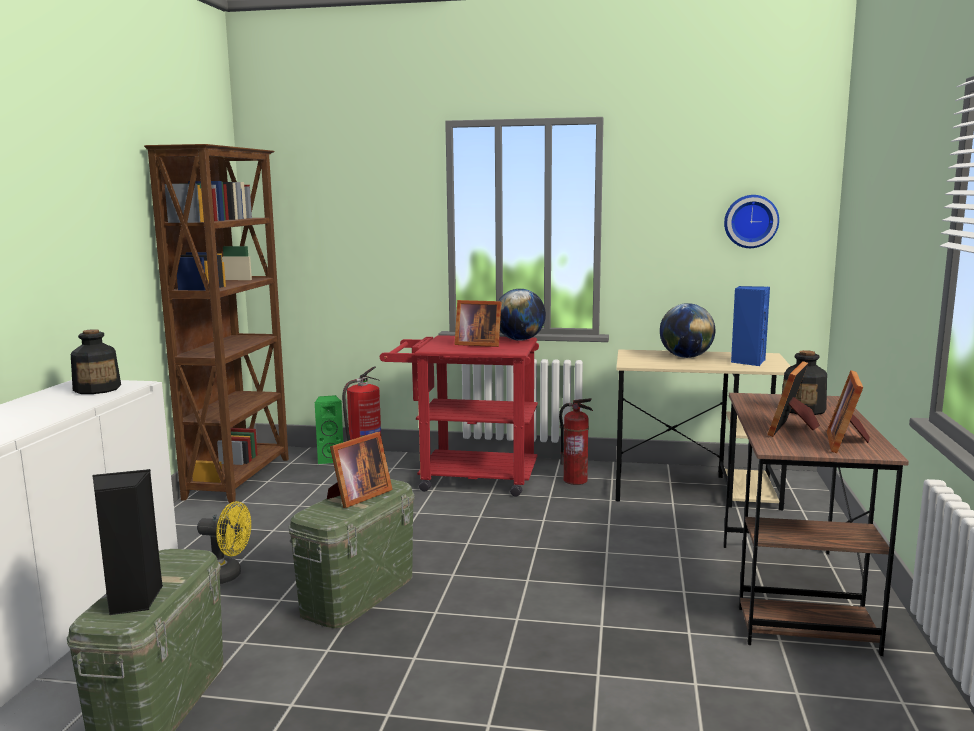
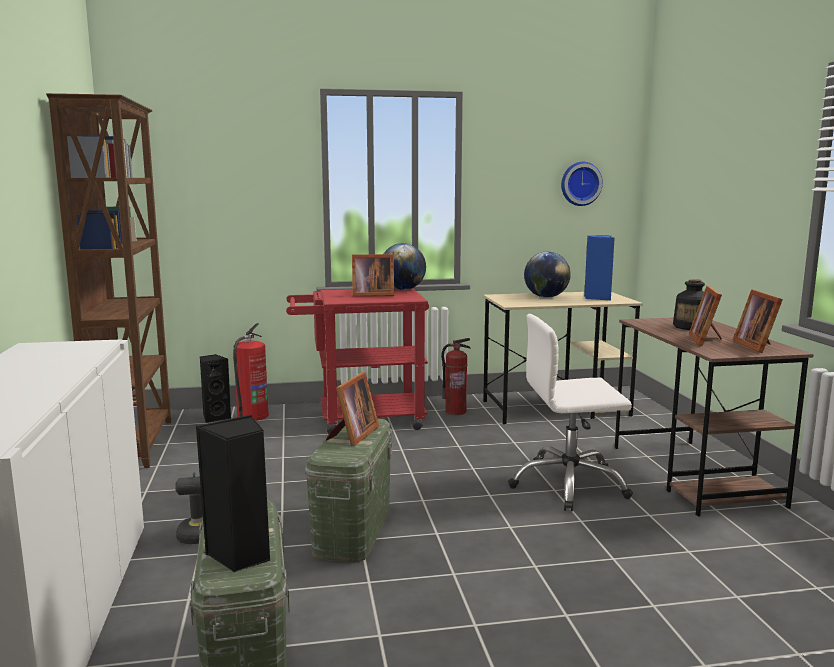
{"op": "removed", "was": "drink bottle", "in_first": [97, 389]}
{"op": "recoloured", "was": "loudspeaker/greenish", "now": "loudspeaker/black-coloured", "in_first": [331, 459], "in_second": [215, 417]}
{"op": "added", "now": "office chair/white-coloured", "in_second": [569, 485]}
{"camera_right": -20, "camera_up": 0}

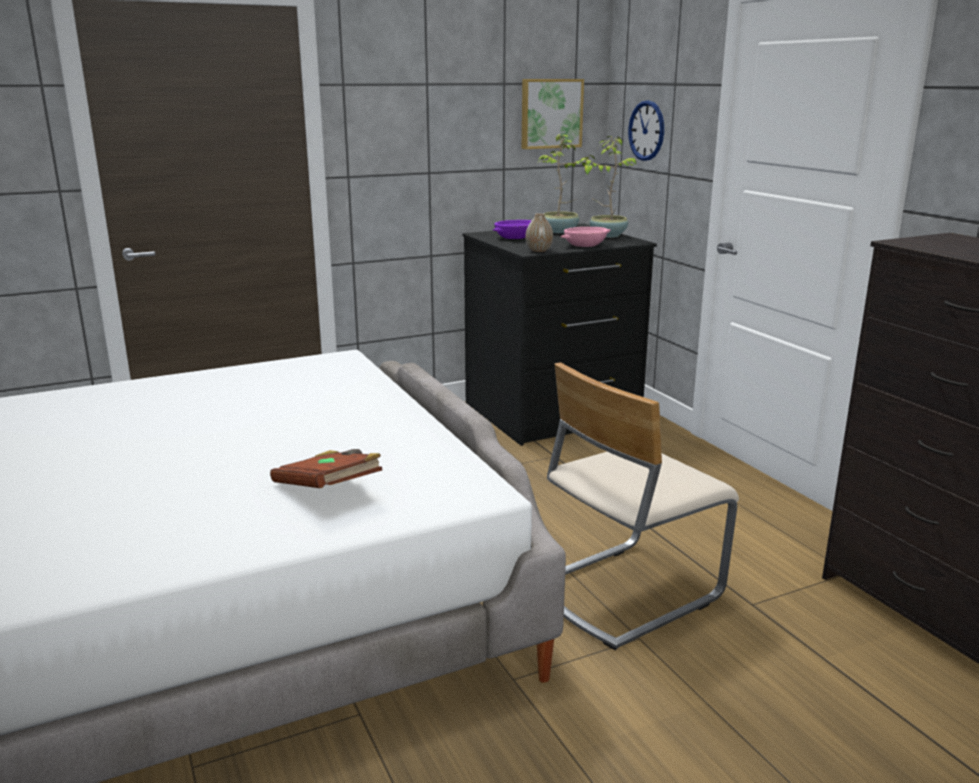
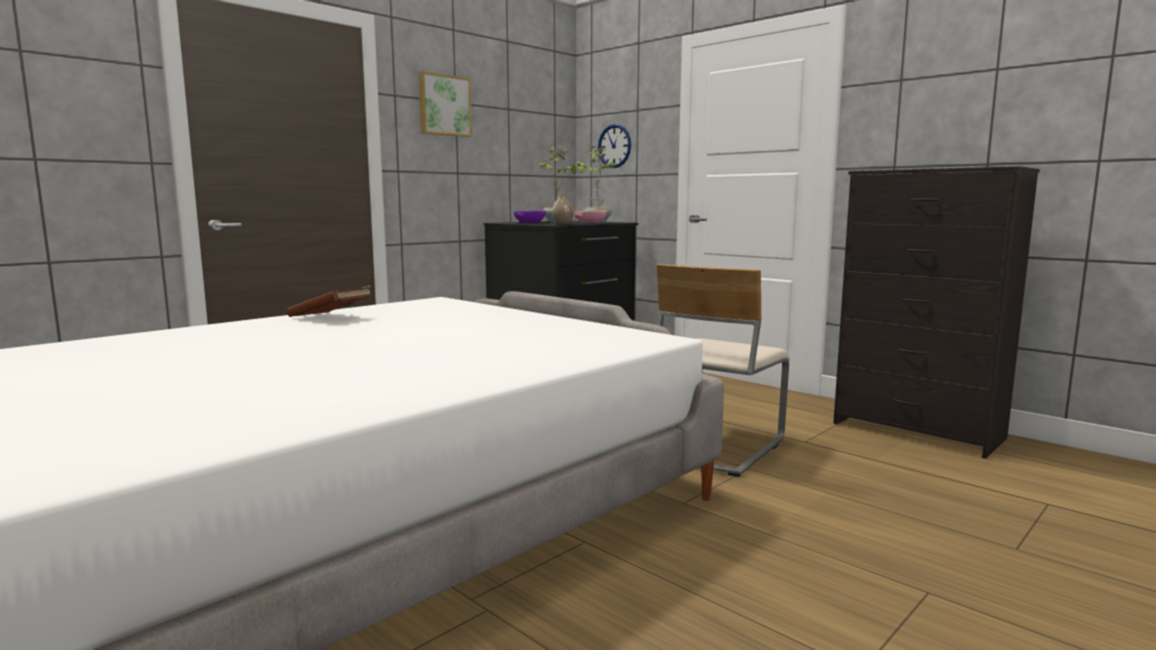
{"op": "moved", "was": "picture", "in_first": [550, 113], "in_second": [444, 105]}
{"op": "moved", "was": "volume/brown-coloured", "in_first": [328, 490], "in_second": [332, 317]}
{"camera_right": -20, "camera_up": -10}

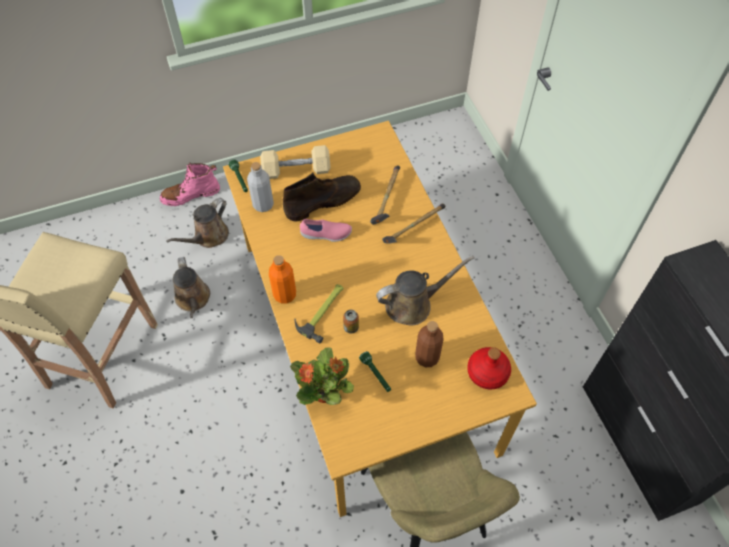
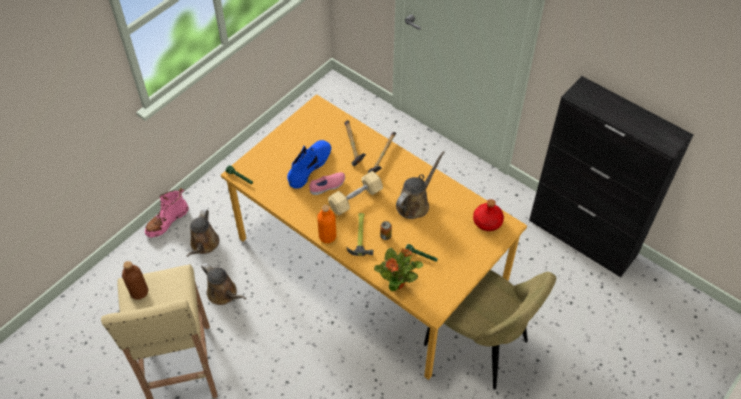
{"op": "moved", "was": "dumbbell/beige", "in_first": [296, 170], "in_second": [355, 199]}
{"op": "removed", "was": "drink bottle/greyish", "in_first": [263, 204]}
{"op": "recoloured", "was": "tall boot/brown-coloured", "now": "tall boot/blue-coloured", "in_first": [323, 201], "in_second": [310, 166]}
{"op": "moved", "was": "drink bottle/brown-coloured", "in_first": [427, 357], "in_second": [139, 292]}
{"camera_right": -30, "camera_up": -5}

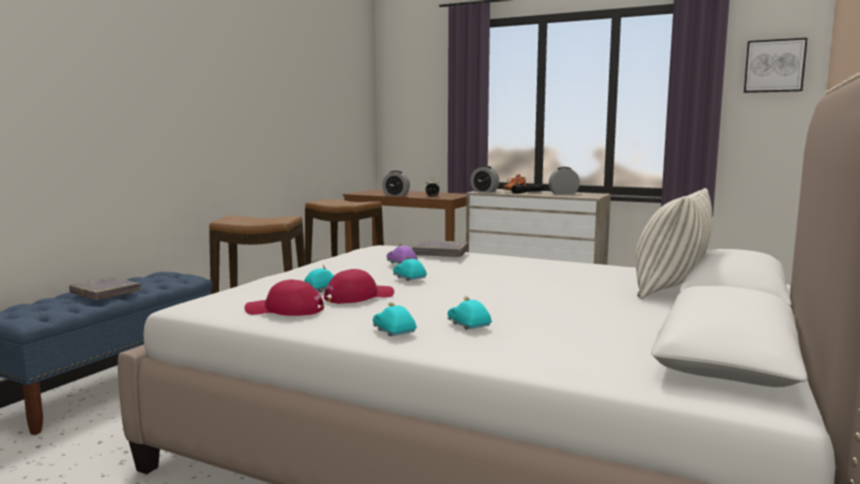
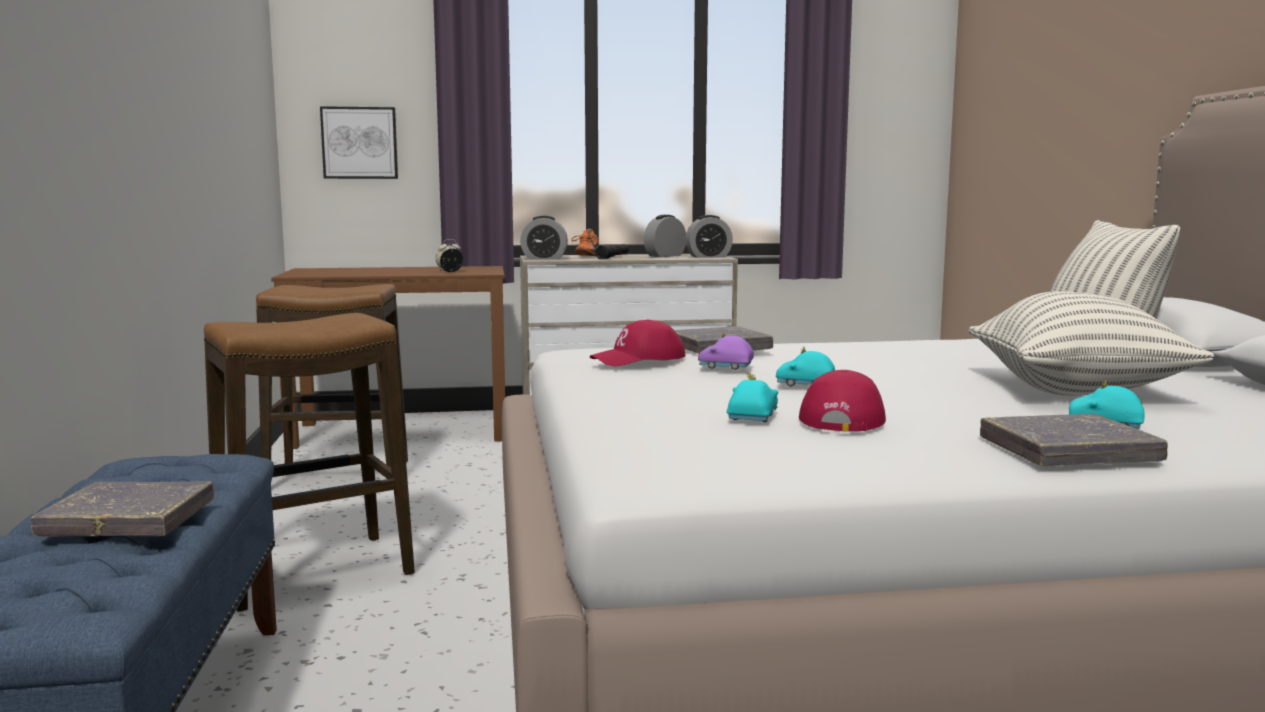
{"op": "moved", "was": "picture", "in_first": [774, 66], "in_second": [359, 143]}
{"op": "moved", "was": "alarm clock", "in_first": [396, 195], "in_second": [708, 257]}
{"op": "moved", "was": "peaked cap/red", "in_first": [284, 310], "in_second": [638, 359]}
{"op": "replaced", "was": "model car/blue-green", "now": "volume/greyish", "in_first": [393, 331], "in_second": [1068, 451]}
{"op": "added", "now": "cushion", "in_second": [1076, 391]}
{"camera_right": -35, "camera_up": 0}

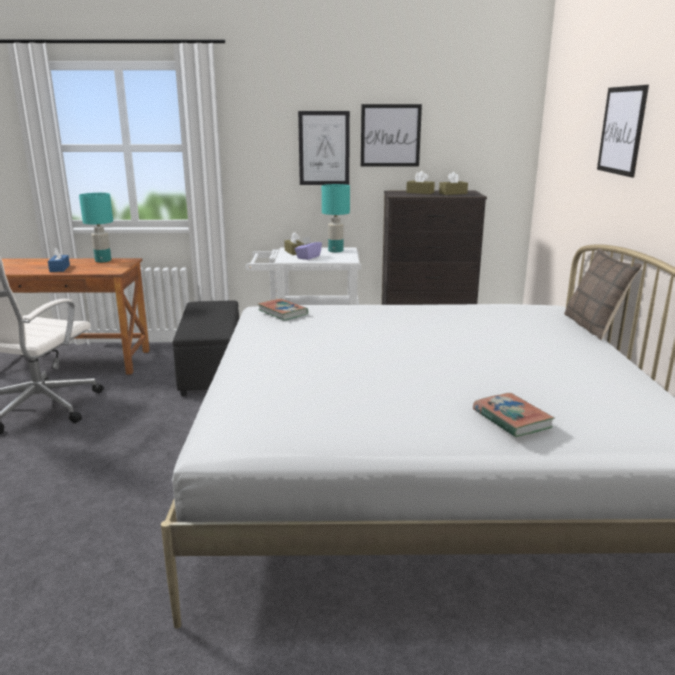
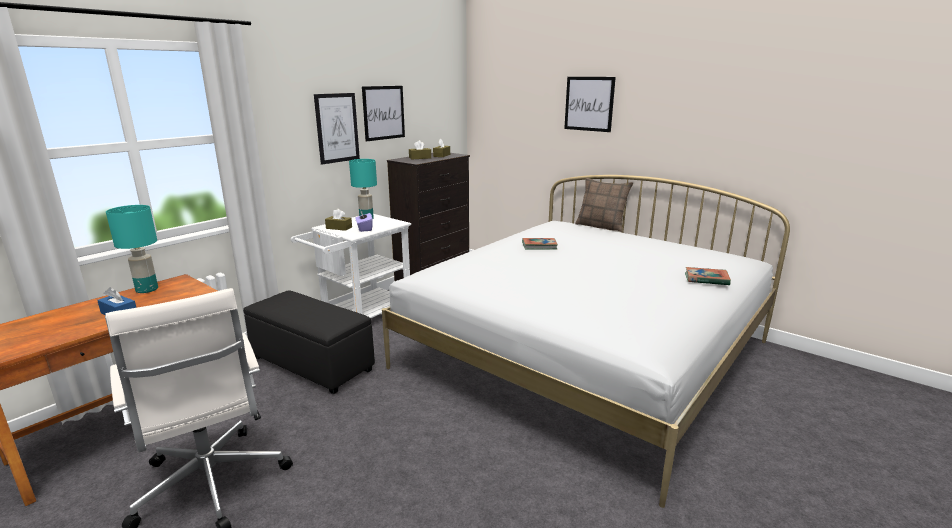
{"op": "moved", "was": "volume", "in_first": [282, 312], "in_second": [539, 246]}
{"camera_right": -50, "camera_up": 0}

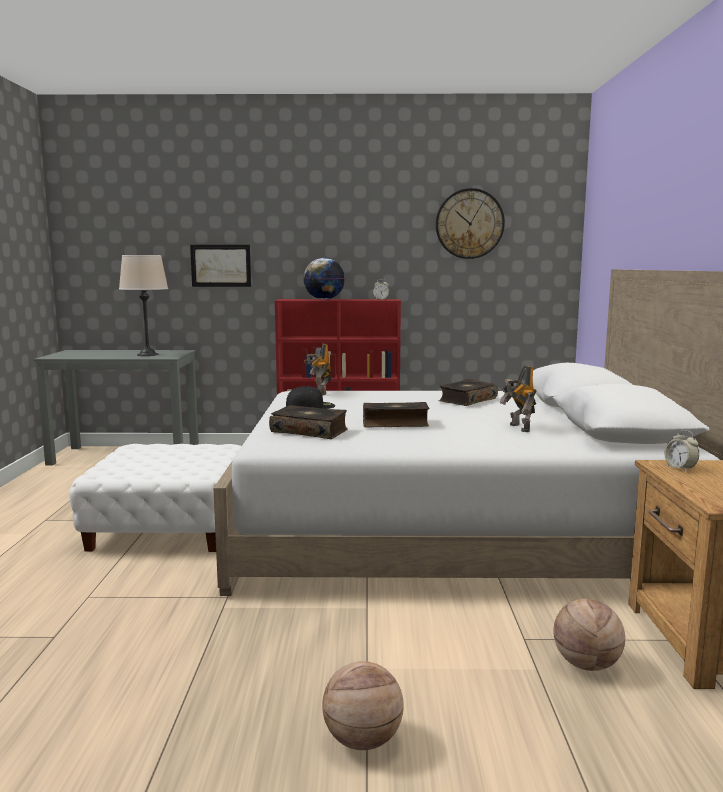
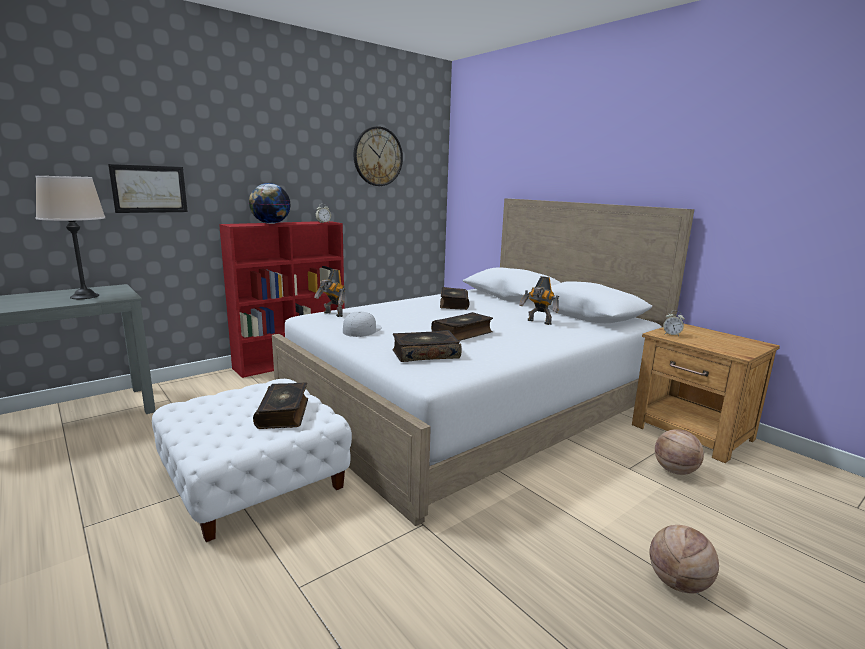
{"op": "recoloured", "was": "peaked cap/black-coloured", "now": "peaked cap/white-coloured", "in_first": [310, 406], "in_second": [361, 329]}
{"op": "added", "now": "volume", "in_second": [284, 413]}
{"camera_right": -40, "camera_up": 5}

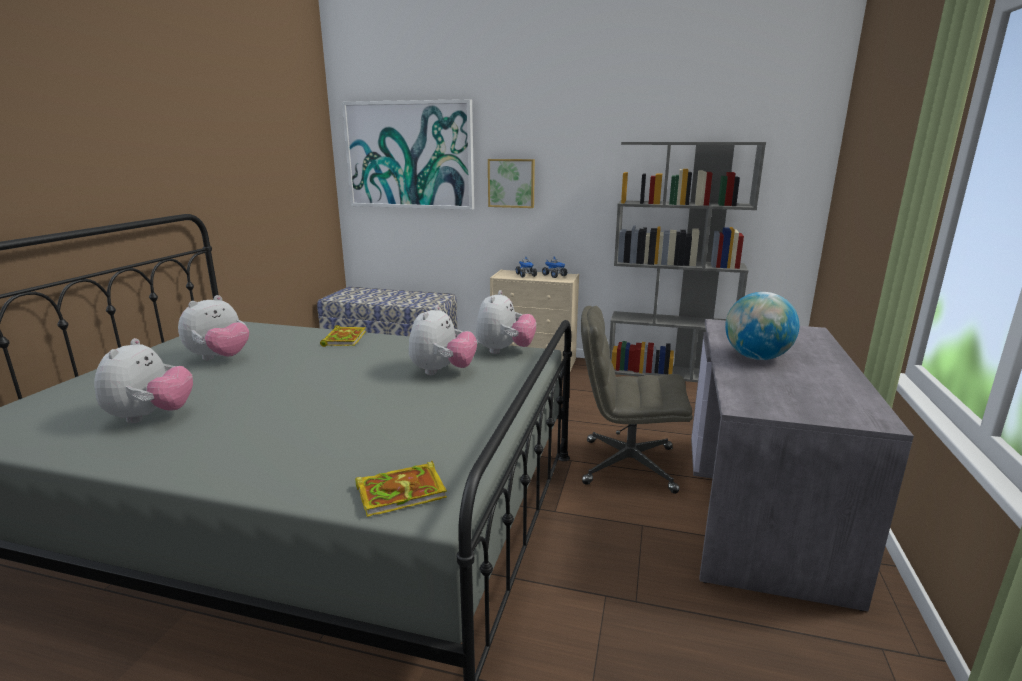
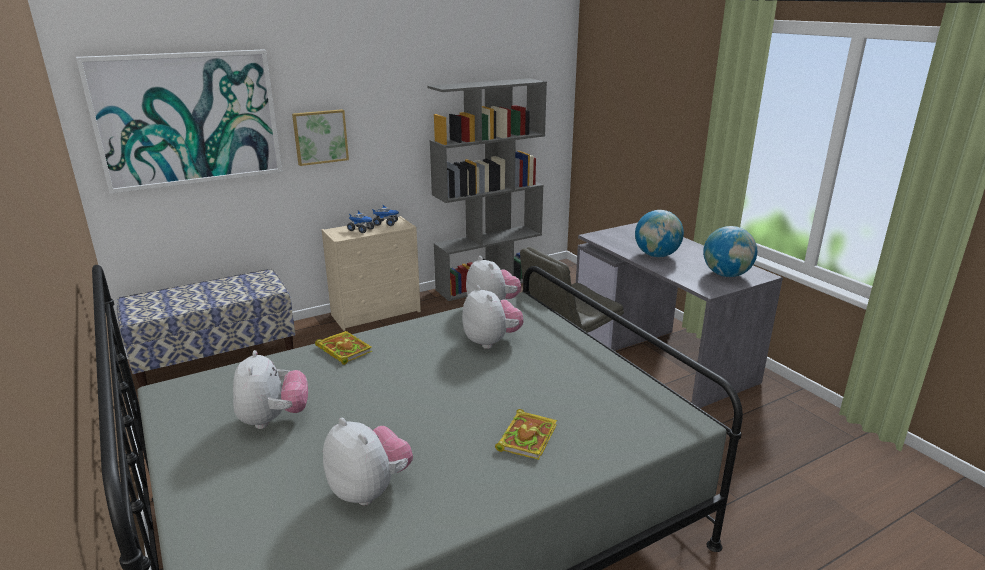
{"op": "moved", "was": "volume", "in_first": [403, 492], "in_second": [527, 436]}
{"op": "added", "now": "world globe", "in_second": [726, 275]}
{"camera_right": -45, "camera_up": 5}

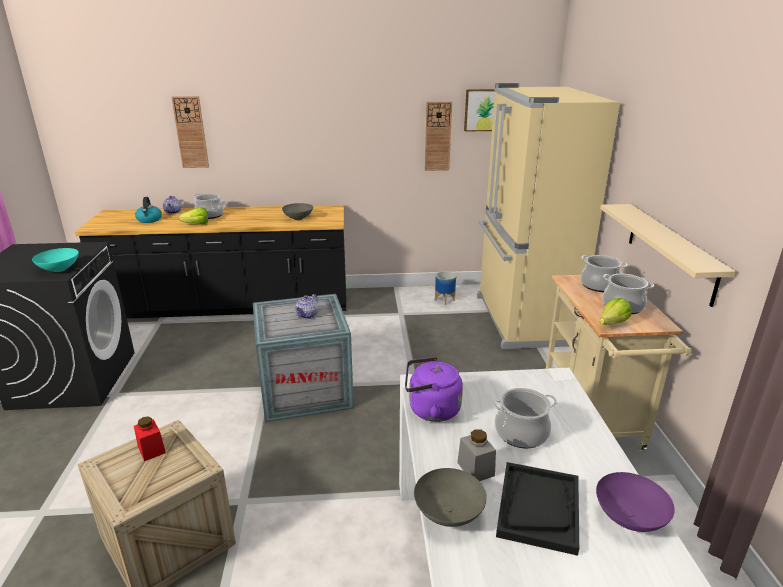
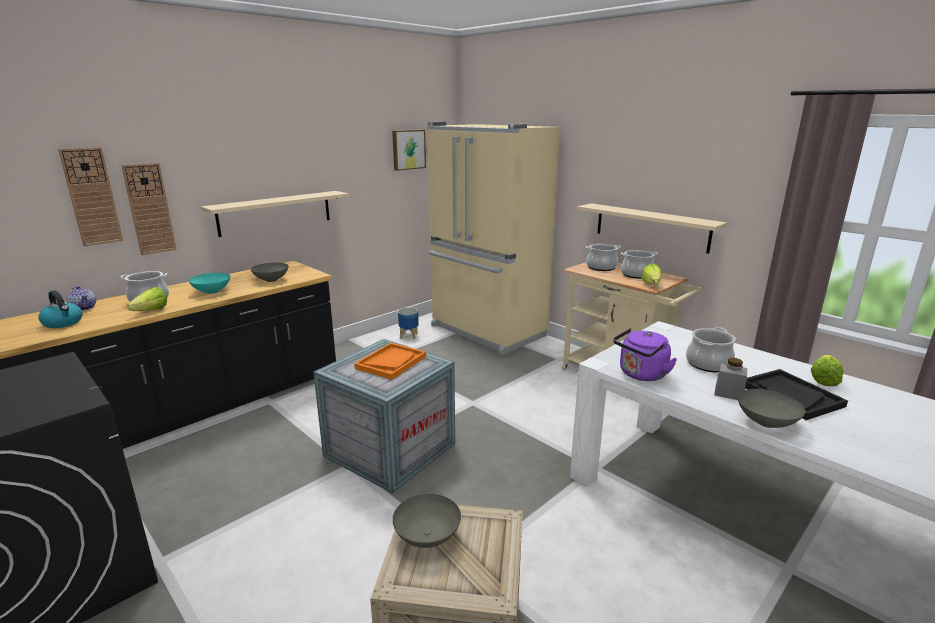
{"op": "moved", "was": "hanging clock", "in_first": [438, 136], "in_second": [149, 209]}
{"op": "moved", "was": "serving bowl/blue-green", "in_first": [59, 269], "in_second": [212, 291]}
{"op": "replaced", "was": "teapot", "now": "serving tray/orange-coloured", "in_first": [307, 315], "in_second": [391, 362]}
{"op": "replaced", "was": "preserve jar/red", "now": "serving bowl/greyish", "in_first": [151, 449], "in_second": [428, 537]}
{"op": "replaced", "was": "serving bowl/purple-coloured", "now": "head of lettuce", "in_first": [628, 517], "in_second": [825, 379]}
{"op": "added", "now": "shelf/beige", "in_second": [275, 213]}
{"camera_right": -40, "camera_up": -5}

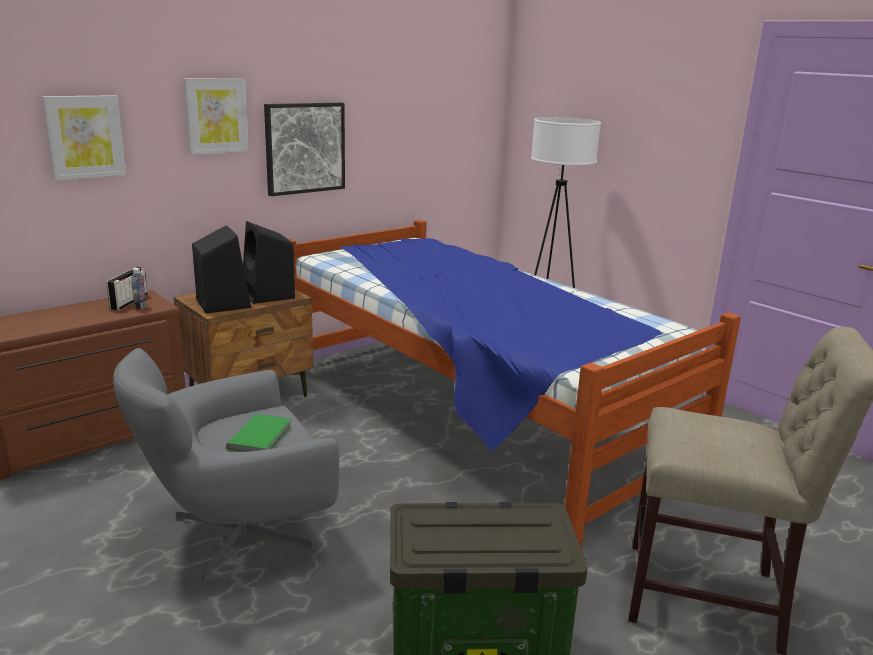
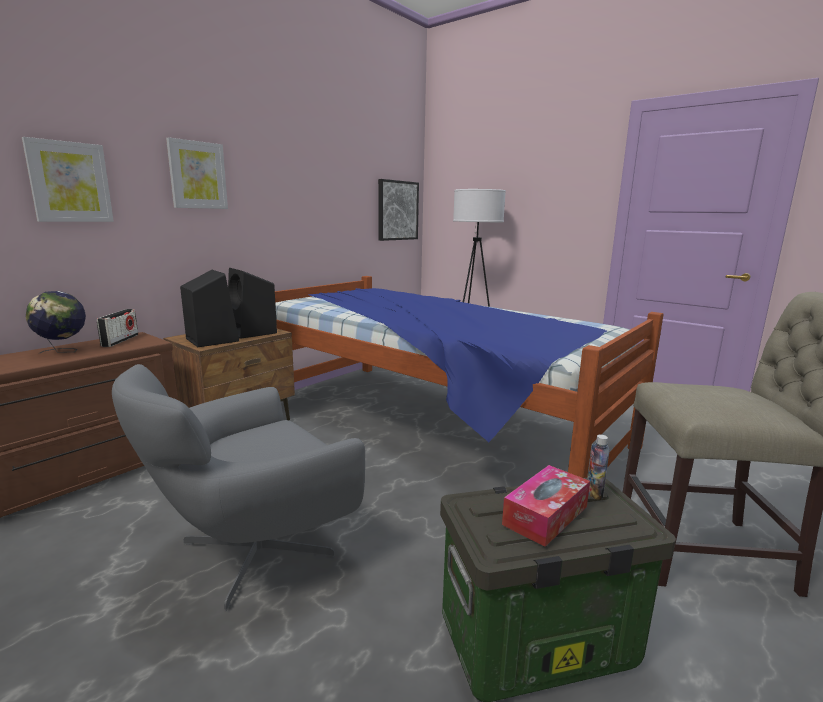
{"op": "moved", "was": "picture", "in_first": [305, 148], "in_second": [397, 210]}
{"op": "moved", "was": "drink bottle", "in_first": [140, 307], "in_second": [594, 493]}
{"op": "removed", "was": "volume/greenish", "in_first": [262, 436]}
{"op": "added", "now": "world globe", "in_second": [63, 351]}
{"op": "added", "now": "box of tissues", "in_second": [545, 515]}
{"camera_right": -10, "camera_up": -5}

